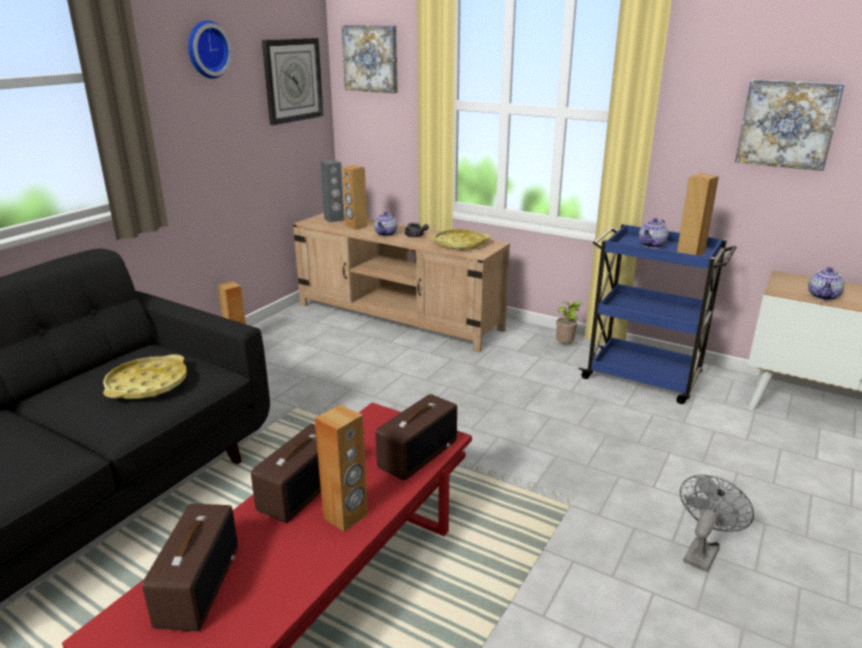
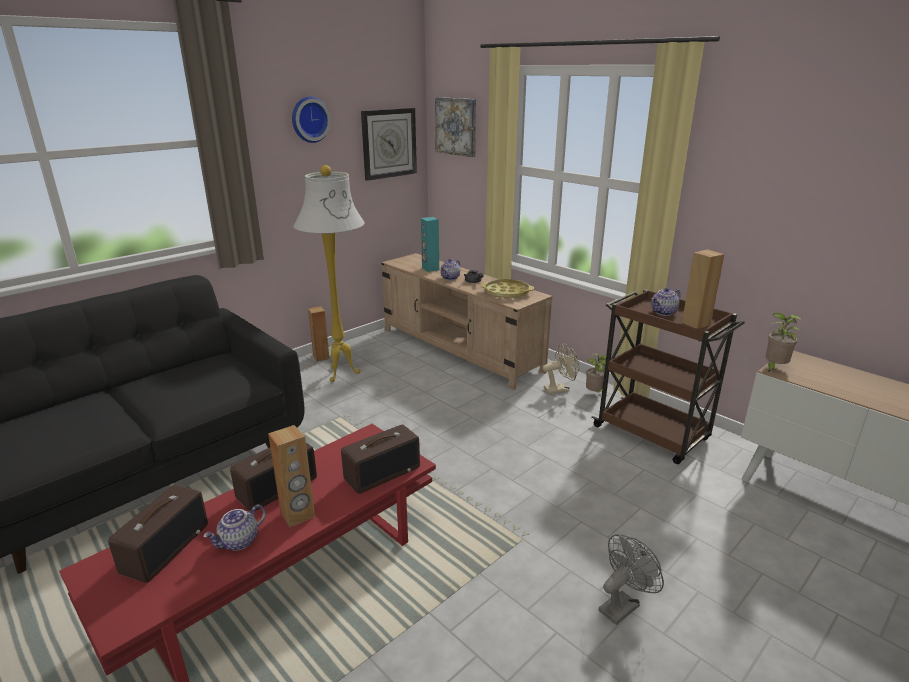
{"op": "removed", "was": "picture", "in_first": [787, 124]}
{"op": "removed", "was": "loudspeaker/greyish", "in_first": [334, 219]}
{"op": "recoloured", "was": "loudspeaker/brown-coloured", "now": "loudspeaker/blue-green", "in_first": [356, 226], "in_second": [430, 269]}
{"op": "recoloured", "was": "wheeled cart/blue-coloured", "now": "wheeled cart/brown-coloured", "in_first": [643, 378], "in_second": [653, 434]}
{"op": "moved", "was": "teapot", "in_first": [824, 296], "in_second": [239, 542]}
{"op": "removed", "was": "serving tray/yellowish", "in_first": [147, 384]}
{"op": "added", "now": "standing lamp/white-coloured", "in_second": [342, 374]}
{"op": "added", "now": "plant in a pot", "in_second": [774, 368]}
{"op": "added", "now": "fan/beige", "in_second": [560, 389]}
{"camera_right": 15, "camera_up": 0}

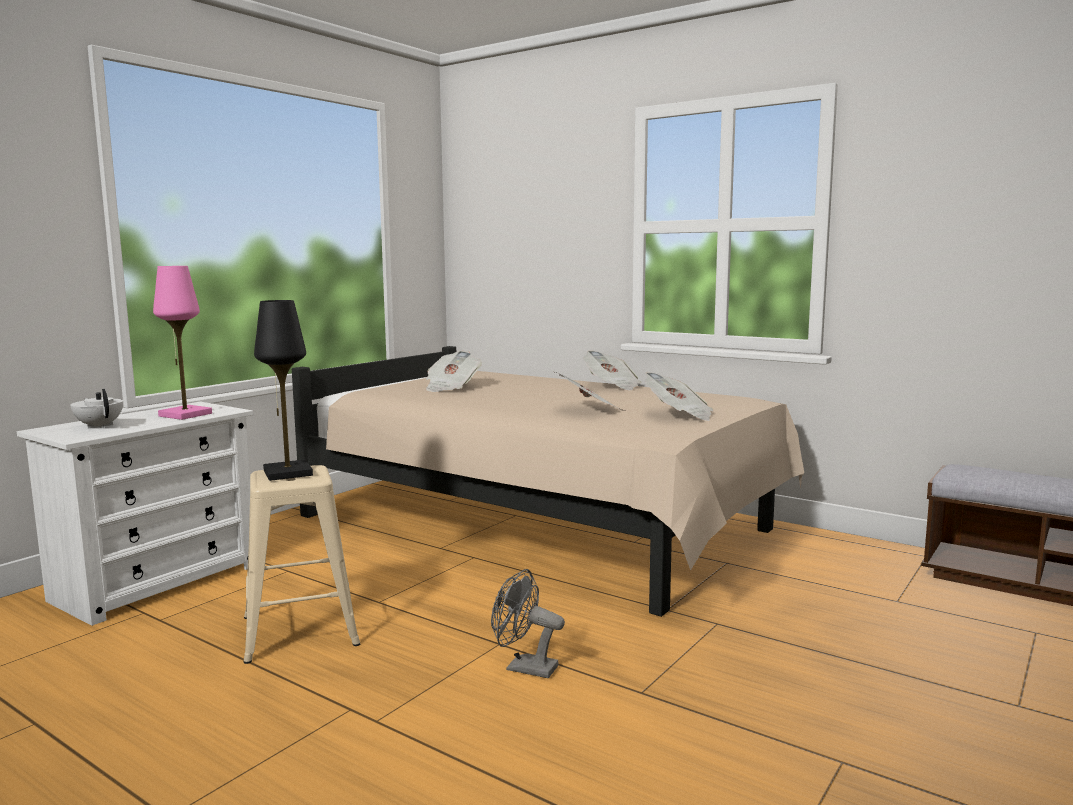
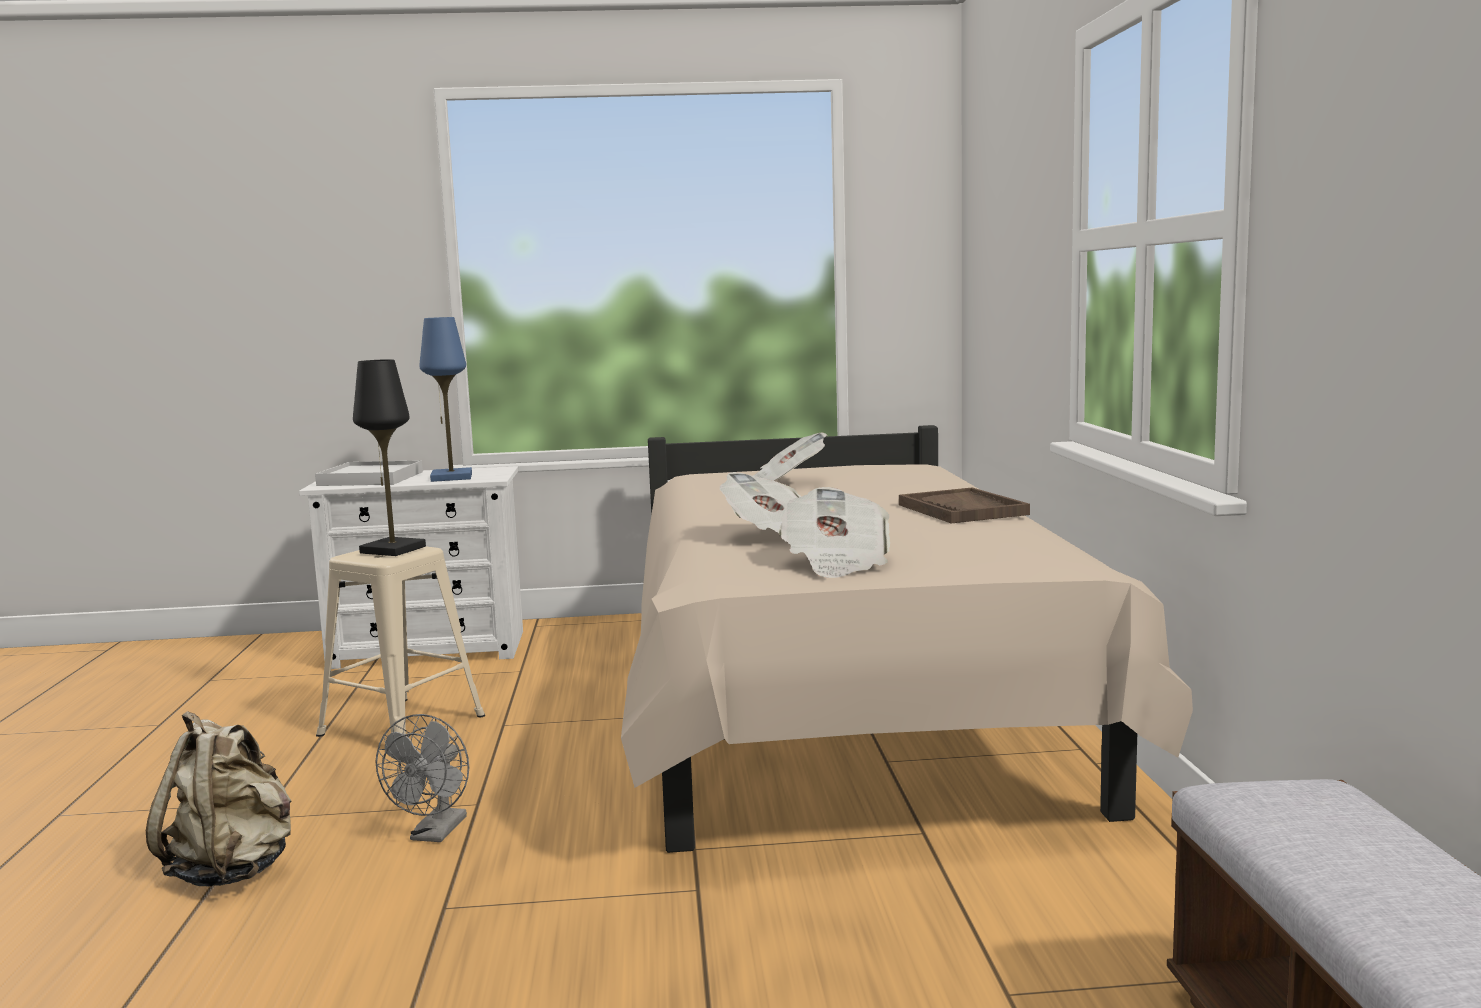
{"op": "recoloured", "was": "tabletop lamp/pink-coloured", "now": "tabletop lamp/blue-coloured", "in_first": [185, 415], "in_second": [451, 477]}
{"op": "replaced", "was": "daily paper", "now": "serving tray/brown-coloured", "in_first": [612, 386], "in_second": [962, 510]}
{"op": "replaced", "was": "teapot/white-coloured", "now": "serving tray/white-coloured", "in_first": [99, 426], "in_second": [371, 479]}
{"op": "turned", "was": "fan/greyish", "in_first": [524, 667], "in_second": [435, 834], "clockwise": -150}
{"op": "added", "now": "rucksack/beige", "in_second": [233, 870]}
{"camera_right": 50, "camera_up": 0}

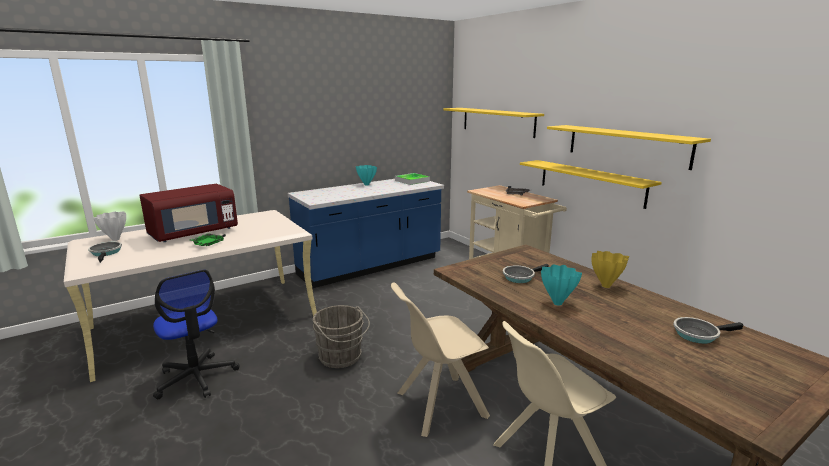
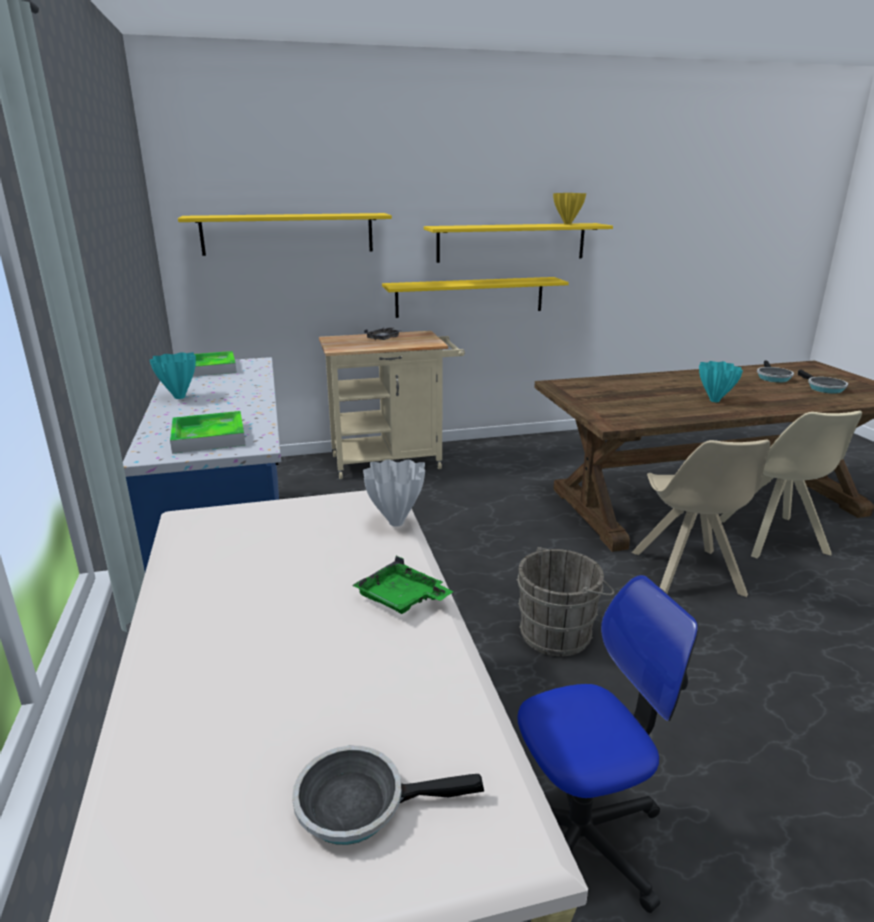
{"op": "removed", "was": "kitchen microwave/red", "in_first": [193, 233]}
{"op": "moved", "was": "flower vase/white-coloured", "in_first": [115, 239], "in_second": [395, 523]}
{"op": "moved", "was": "flower vase/yellowish", "in_first": [605, 286], "in_second": [567, 224]}
{"op": "moved", "was": "pan", "in_first": [520, 277], "in_second": [823, 388]}
{"op": "added", "now": "serving tray", "in_second": [209, 437]}
{"camera_right": -70, "camera_up": 5}

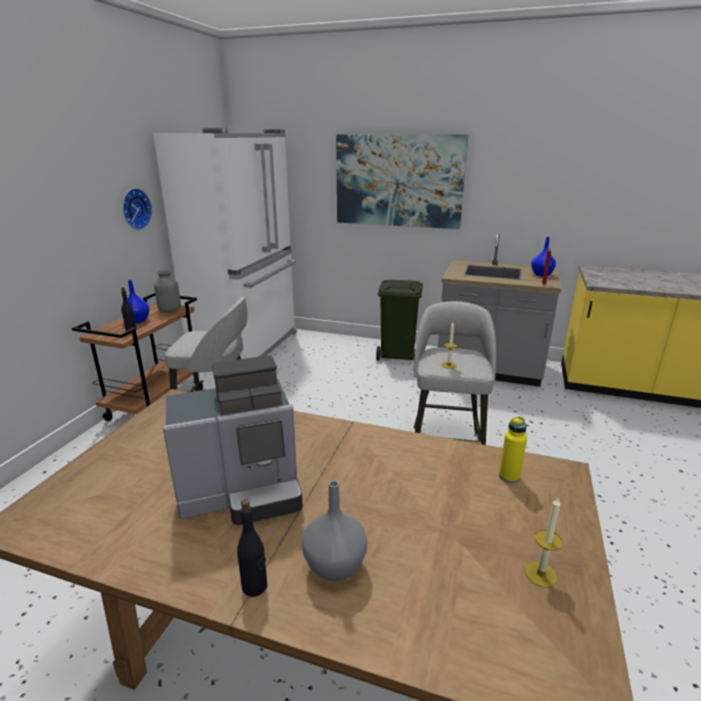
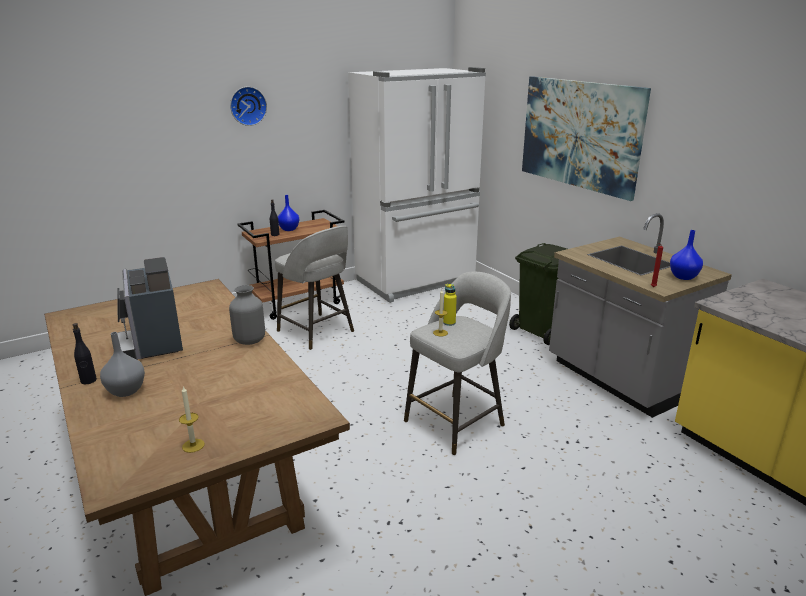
{"op": "moved", "was": "hanging clock", "in_first": [135, 209], "in_second": [247, 106]}
{"op": "moved", "was": "flower vase/greyish", "in_first": [170, 310], "in_second": [250, 340]}
{"op": "turned", "was": "coffee brewer", "in_first": [243, 492], "in_second": [152, 343], "clockwise": 45}
{"op": "moved", "was": "drink bottle/yellowish", "in_first": [509, 476], "in_second": [449, 323]}
{"camera_right": 40, "camera_up": 0}

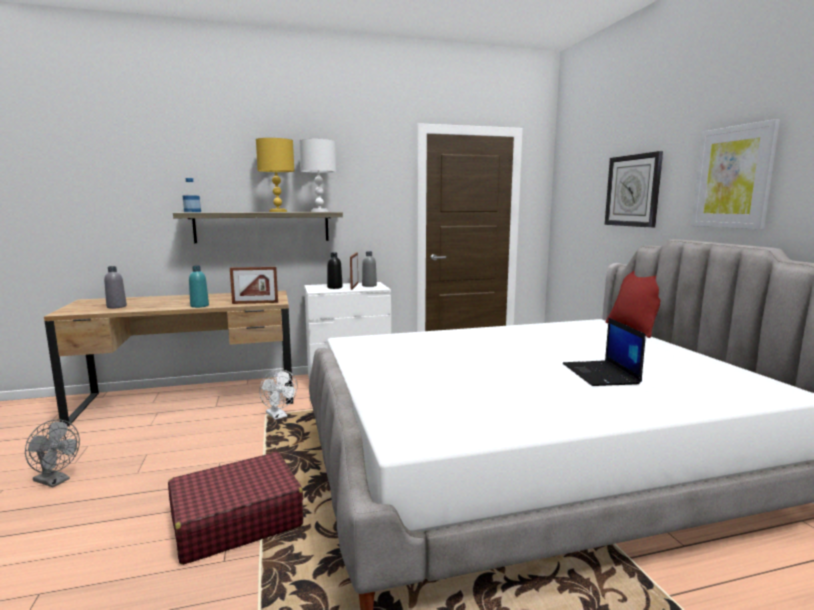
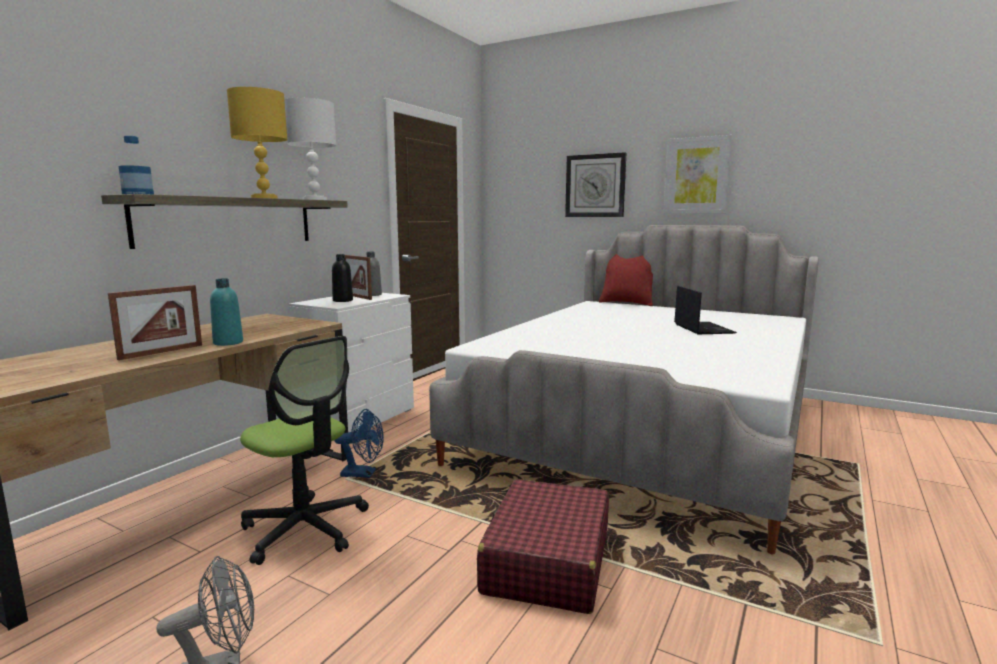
{"op": "removed", "was": "drink bottle/greyish", "in_first": [116, 306]}
{"op": "moved", "was": "photo frame", "in_first": [255, 303], "in_second": [161, 352]}
{"op": "turned", "was": "laptop", "in_first": [601, 374], "in_second": [702, 328], "clockwise": -135}
{"op": "recoloured", "was": "fan/white-coloured", "now": "fan/blue-coloured", "in_first": [278, 416], "in_second": [363, 474]}
{"op": "added", "now": "office chair", "in_second": [305, 528]}
{"camera_right": -45, "camera_up": 0}

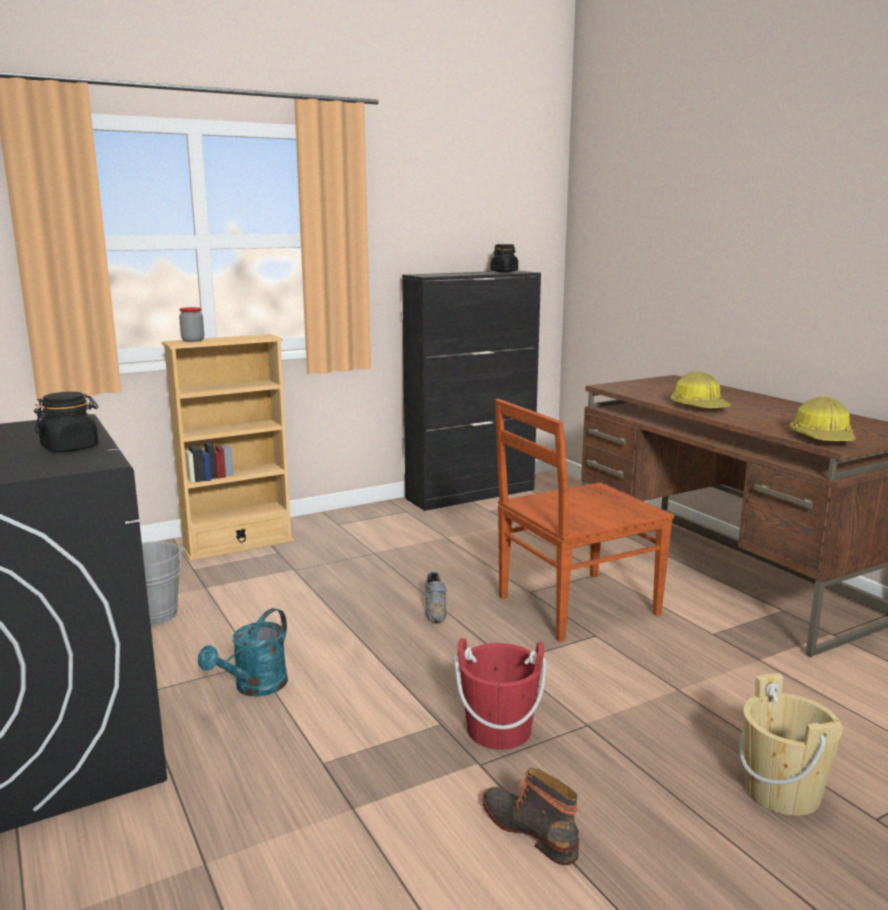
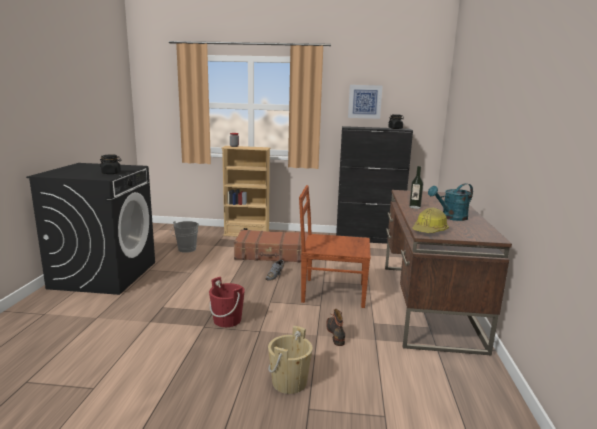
{"op": "replaced", "was": "safety helmet", "now": "drink bottle", "in_first": [699, 407], "in_second": [414, 207]}
{"op": "moved", "was": "watering pot/blue-green", "in_first": [254, 687], "in_second": [451, 218]}
{"op": "moved", "was": "tall boot", "in_first": [530, 829], "in_second": [336, 333]}
{"op": "added", "now": "picture", "in_second": [364, 101]}
{"op": "added", "now": "travel case/brown-coloured", "in_second": [272, 254]}
{"camera_right": 35, "camera_up": 0}

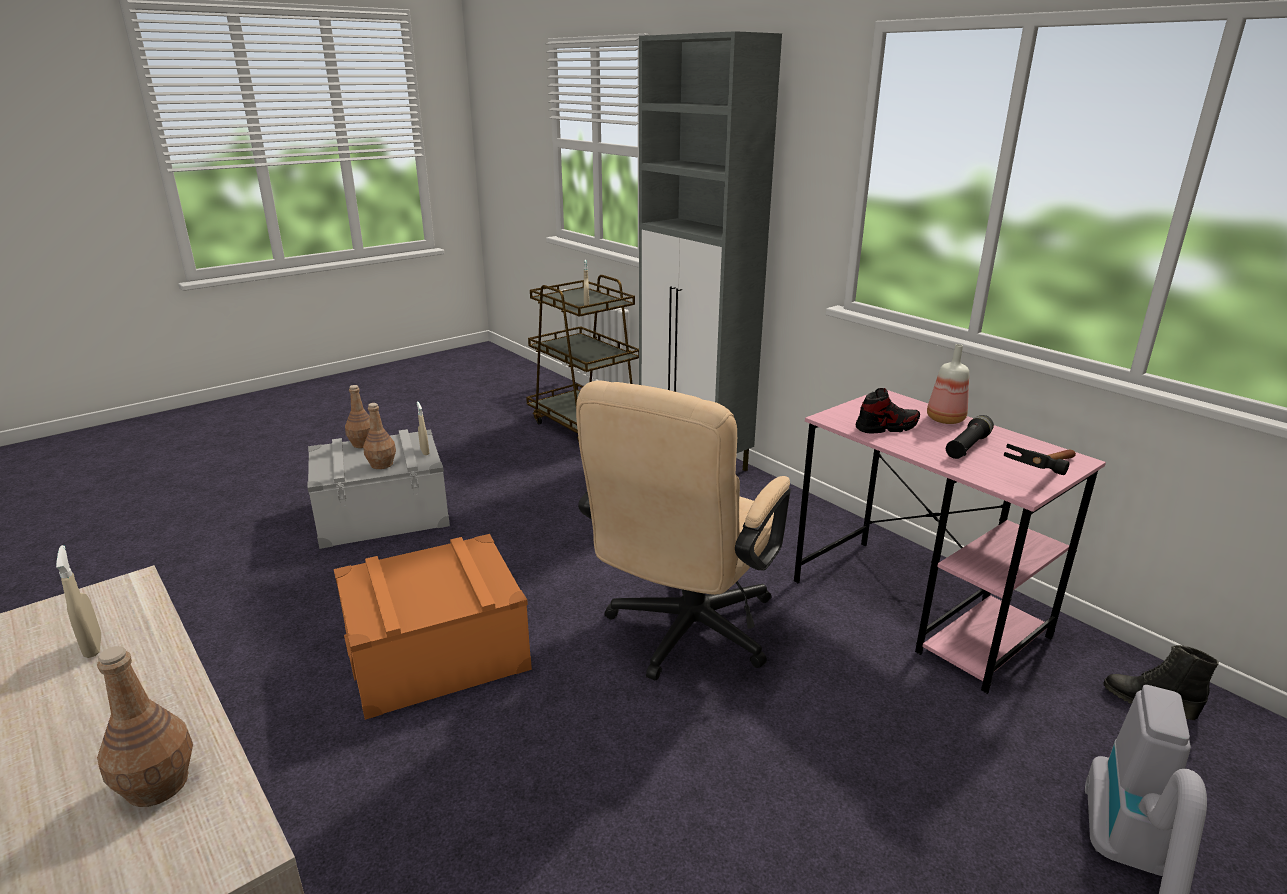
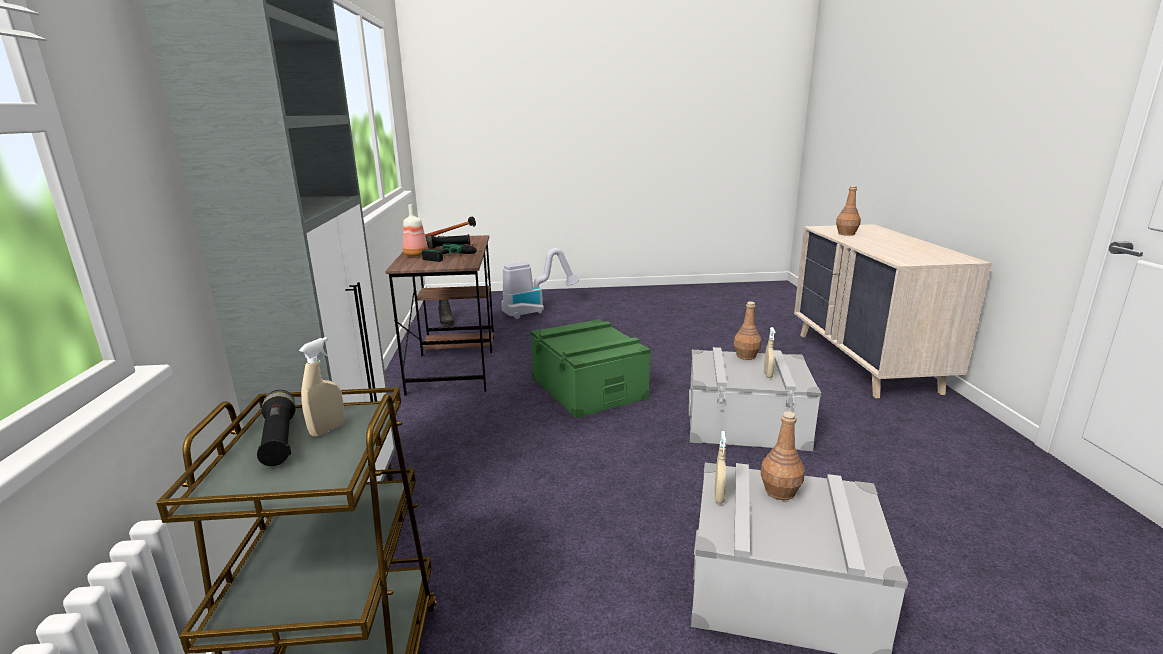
{"op": "replaced", "was": "office chair/beige", "now": "storage container/greenish", "in_first": [684, 635], "in_second": [588, 388]}
{"op": "moved", "was": "drink bottle/brown-coloured", "in_first": [362, 444], "in_second": [746, 356]}
{"op": "replaced", "was": "shoe", "now": "drill", "in_first": [886, 427], "in_second": [455, 257]}
{"op": "recoloured", "was": "desk table/pink-coloured", "now": "desk table/brown-coloured", "in_first": [918, 609], "in_second": [454, 363]}
{"op": "recoloured", "was": "storage container/orange-coloured", "now": "storage container/greyish", "in_first": [436, 653], "in_second": [746, 423]}
{"op": "moved", "was": "hand sprayer/beige", "in_first": [93, 646], "in_second": [768, 374]}
{"op": "added", "now": "torch/black-coloured", "in_second": [279, 439]}
{"camera_right": -145, "camera_up": -5}

